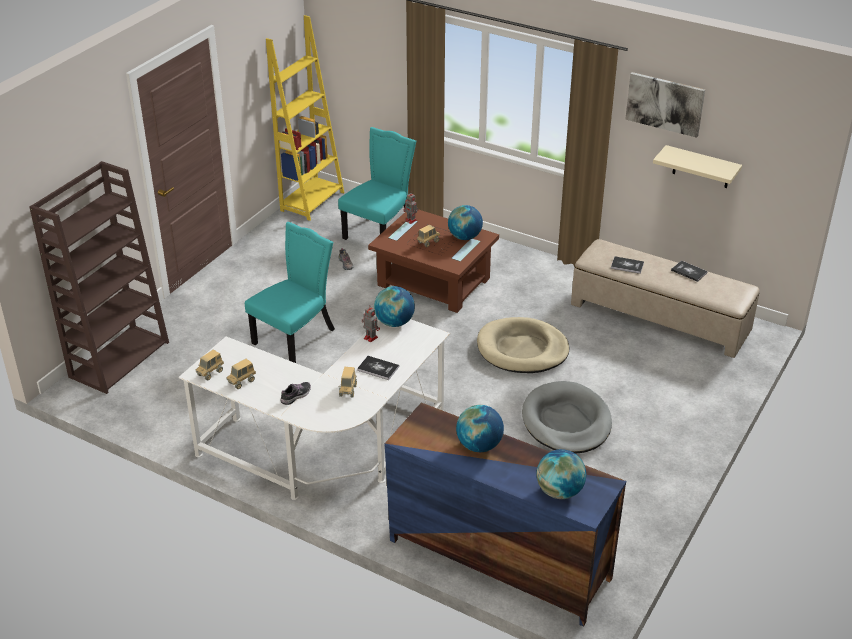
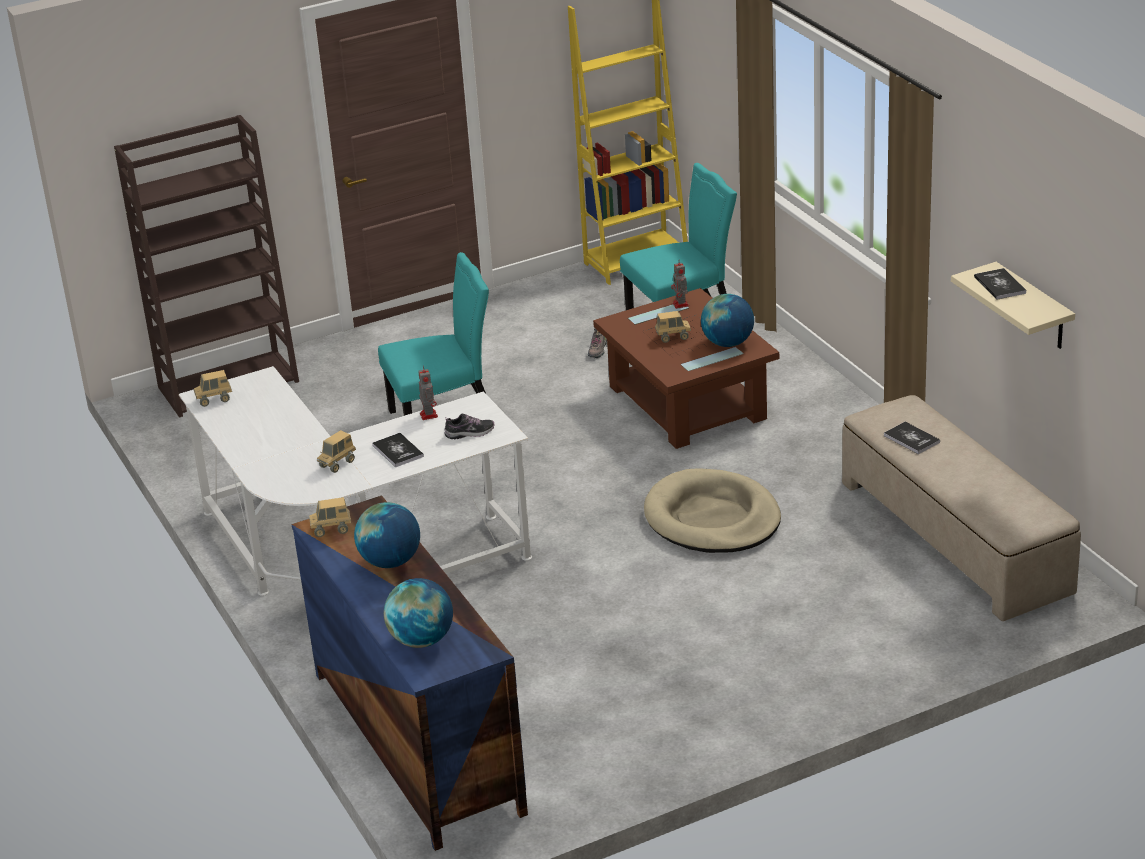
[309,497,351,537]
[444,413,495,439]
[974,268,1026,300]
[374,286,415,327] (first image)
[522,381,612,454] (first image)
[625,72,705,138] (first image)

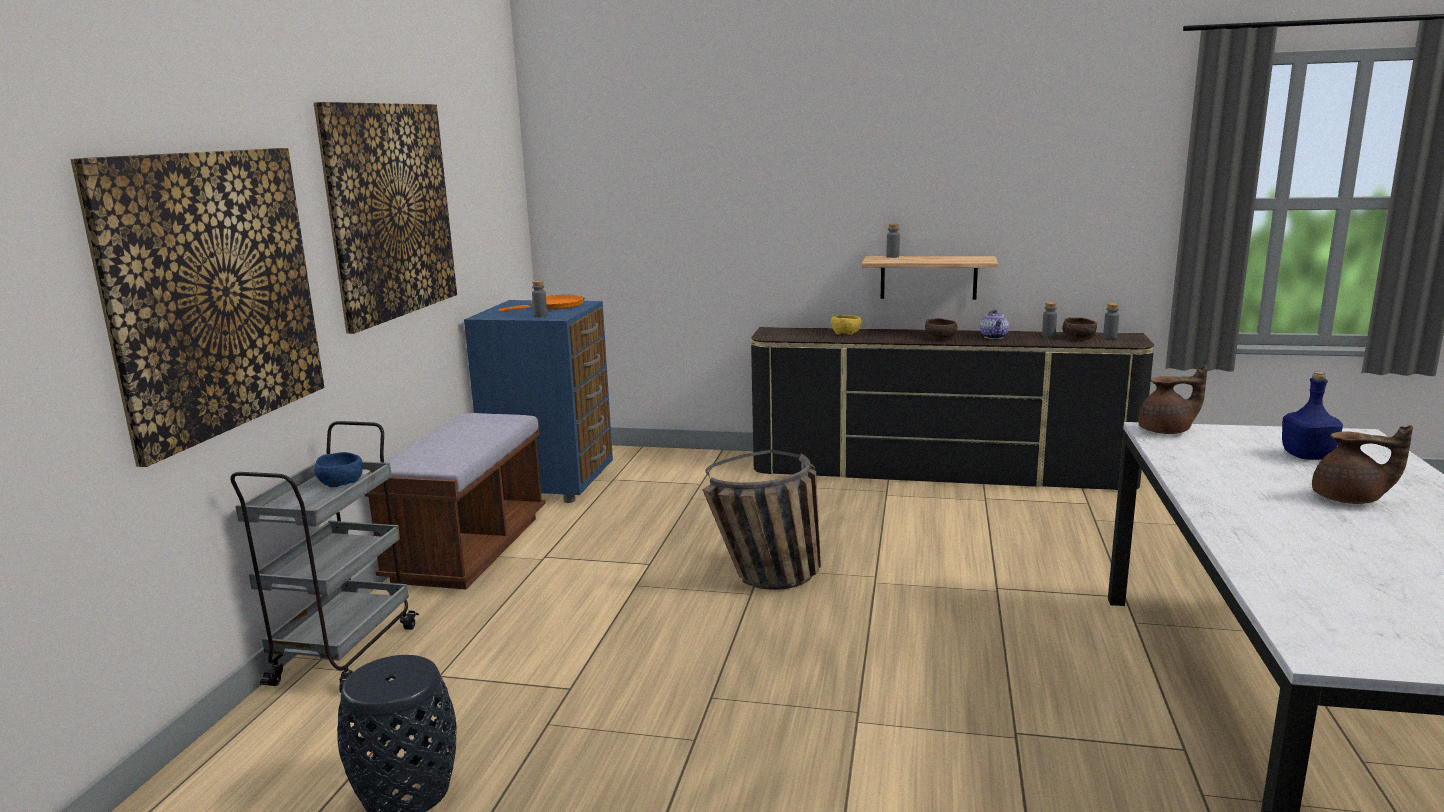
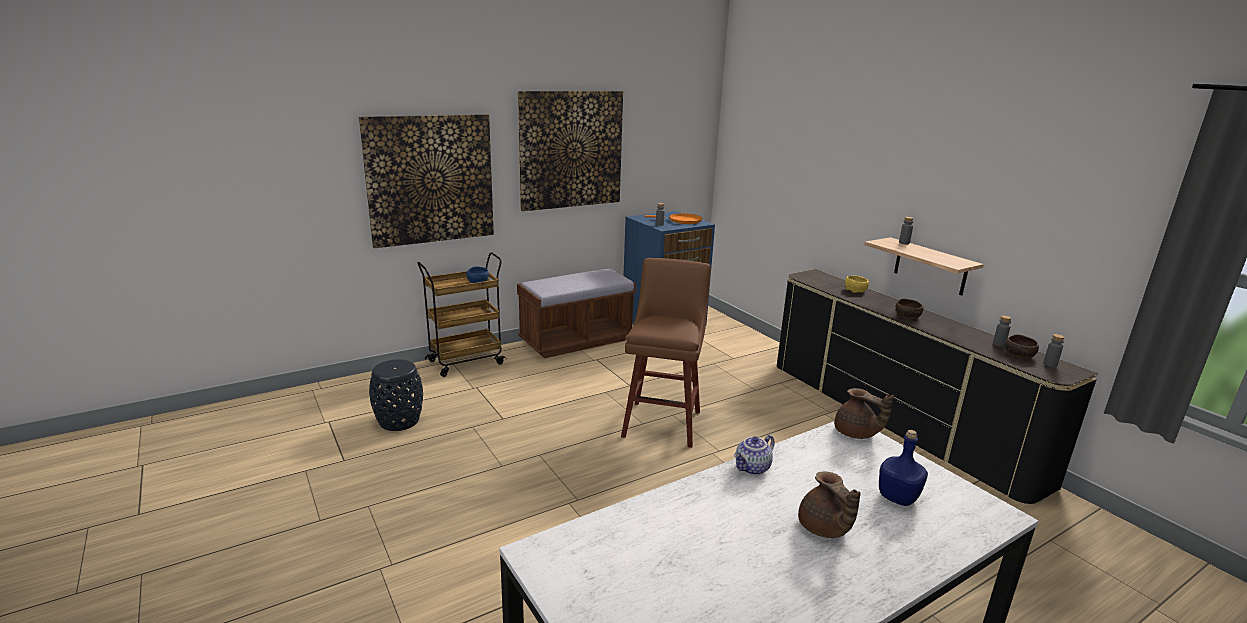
[417,252,505,377]
[621,258,711,448]
[734,435,775,475]

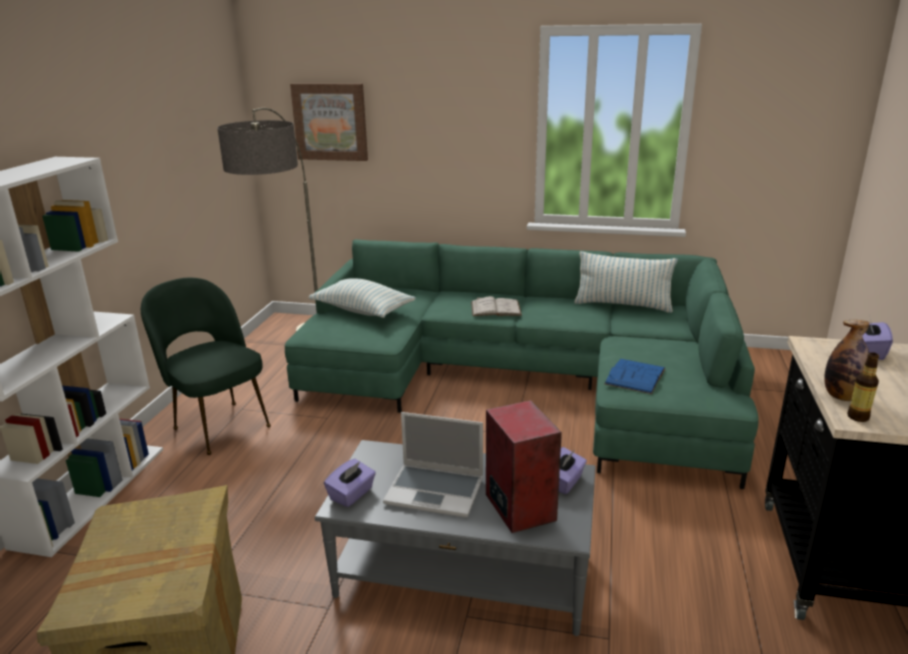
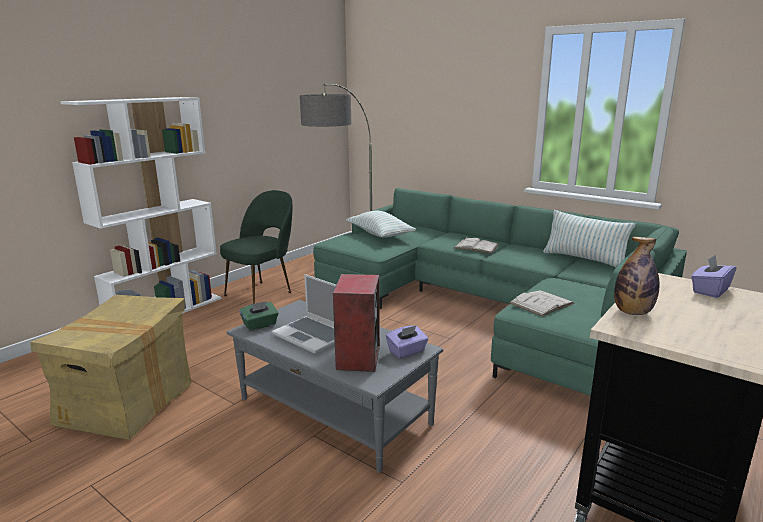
[220,190,292,304]
[239,301,278,331]
[510,290,574,317]
[290,83,368,161] (first image)
[847,352,879,422] (first image)

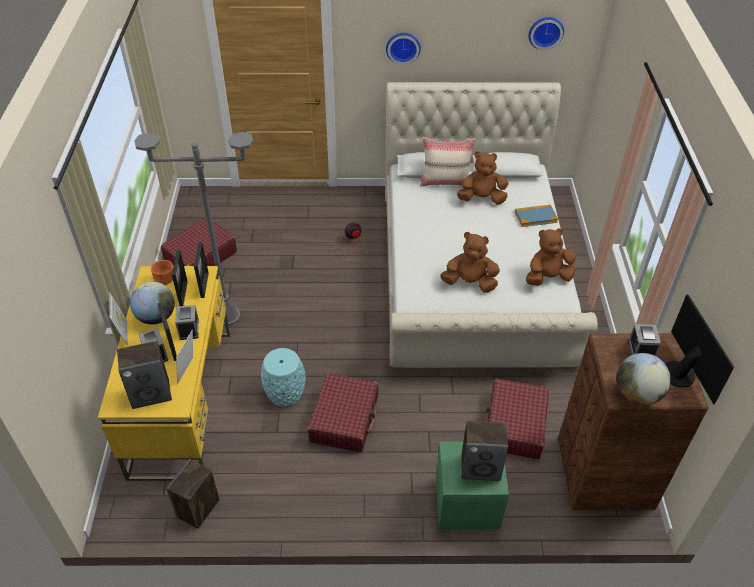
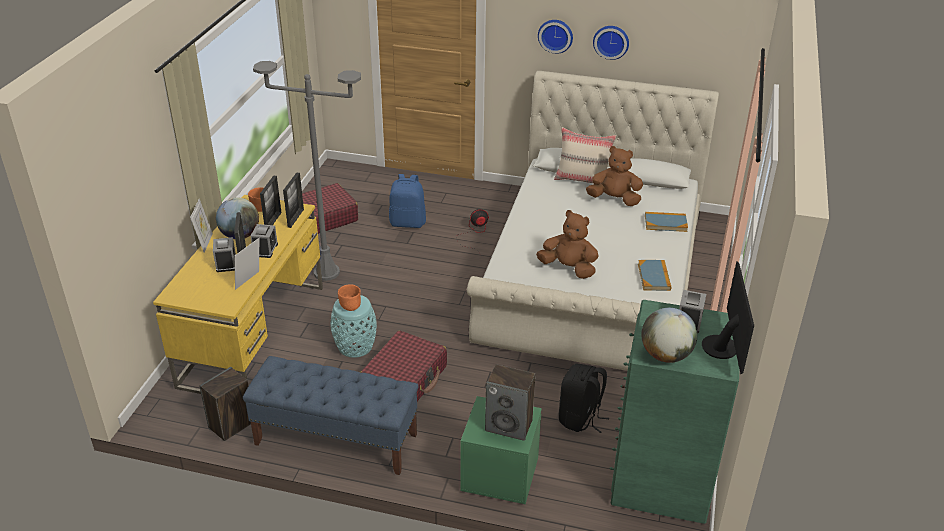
[243,356,418,475]
[338,284,361,311]
[389,174,426,228]
[559,364,609,433]
[593,26,629,60]
[609,300,740,524]
[638,260,671,291]
[117,341,172,409] (first image)

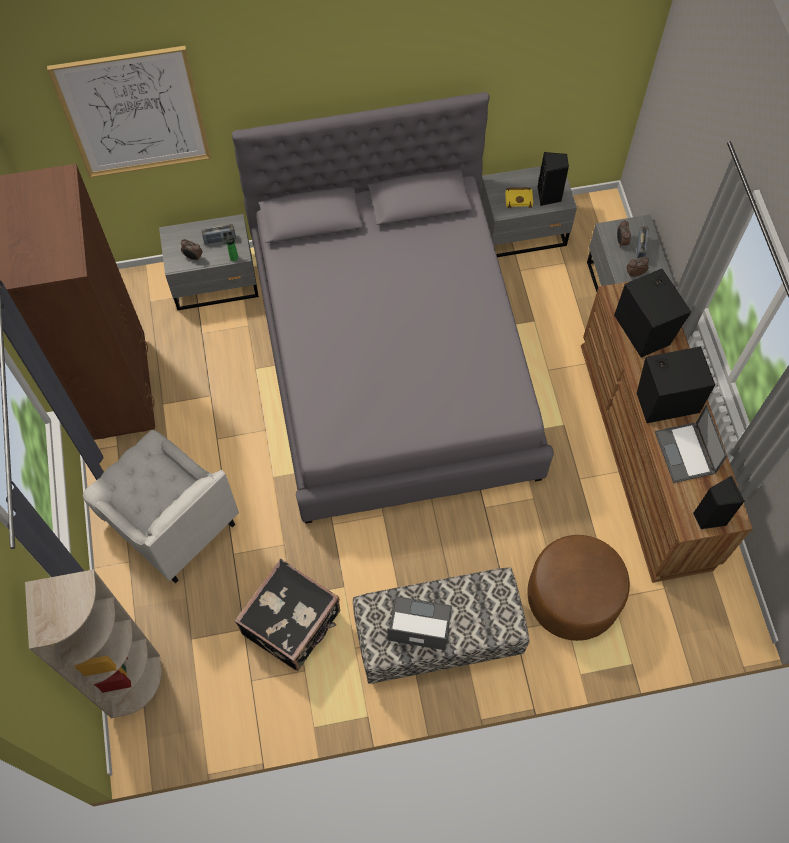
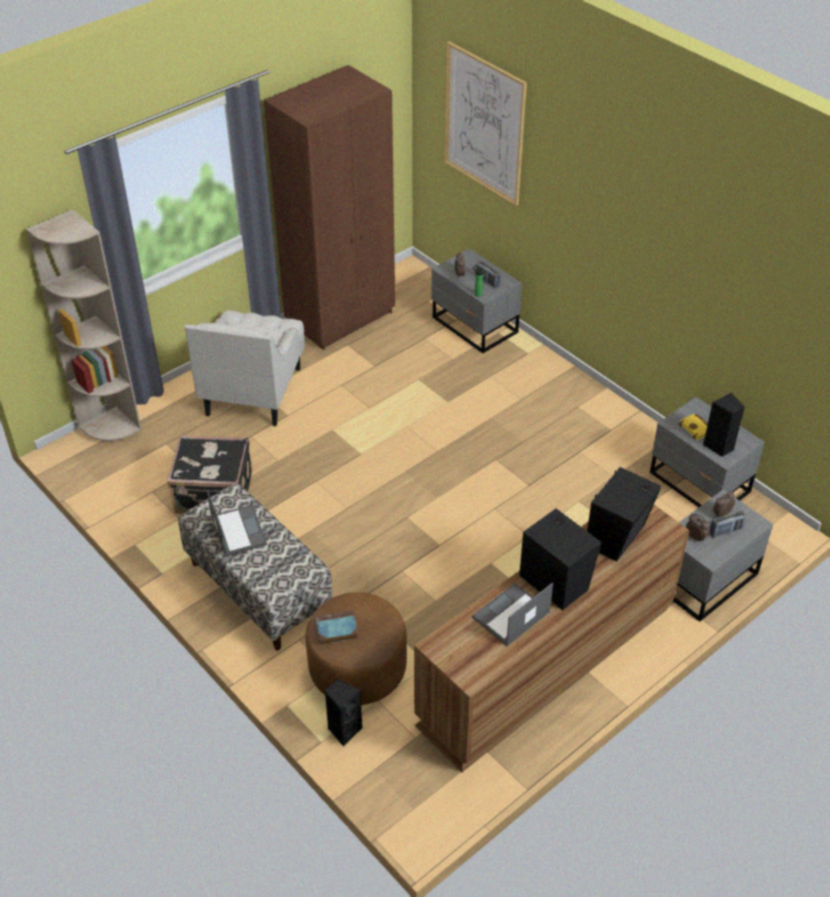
[315,611,358,645]
[325,679,362,747]
[232,92,554,524] (first image)

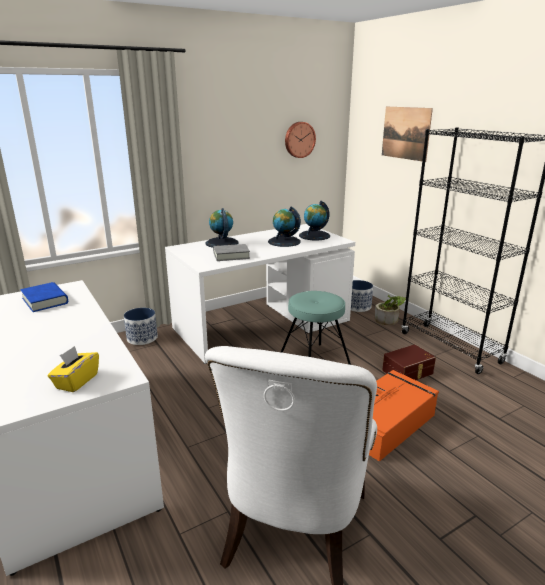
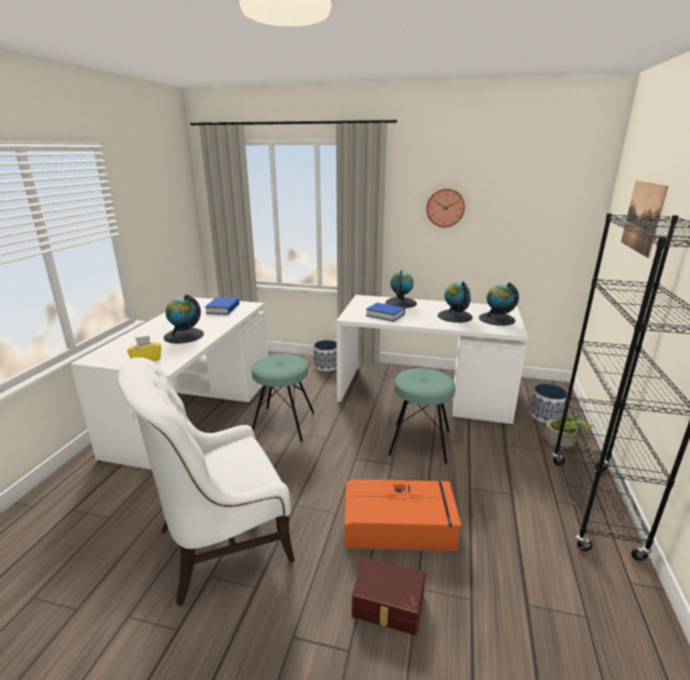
[164,294,204,344]
[252,354,314,442]
[352,557,425,635]
[366,303,405,322]
[427,188,465,228]

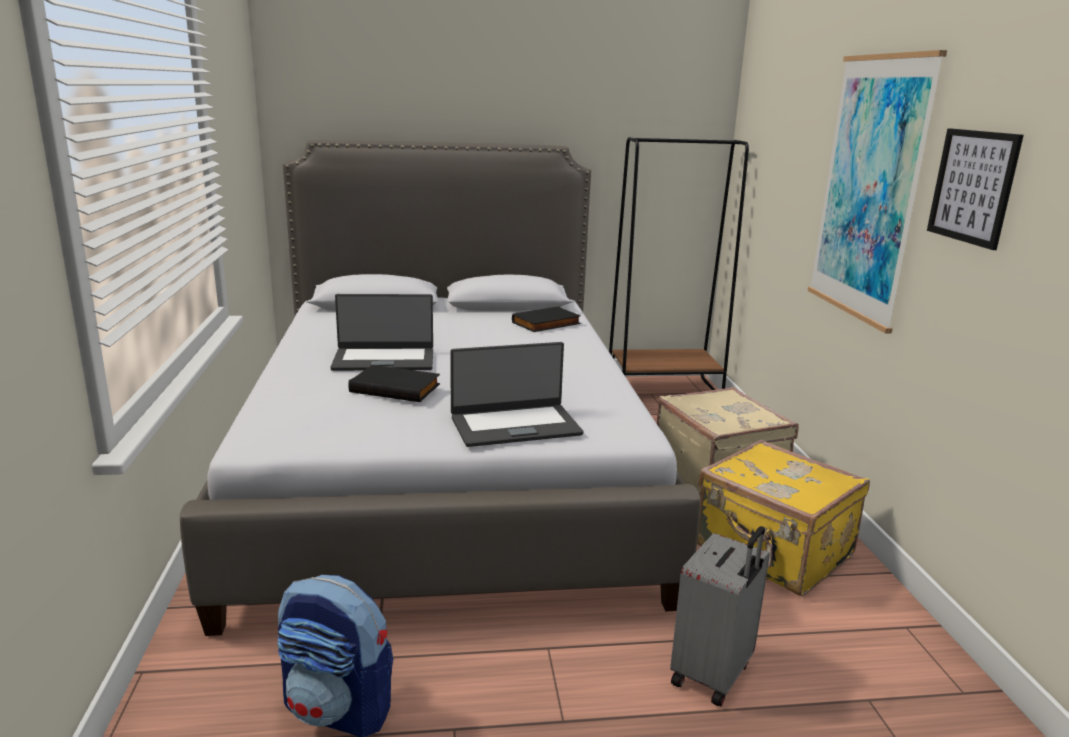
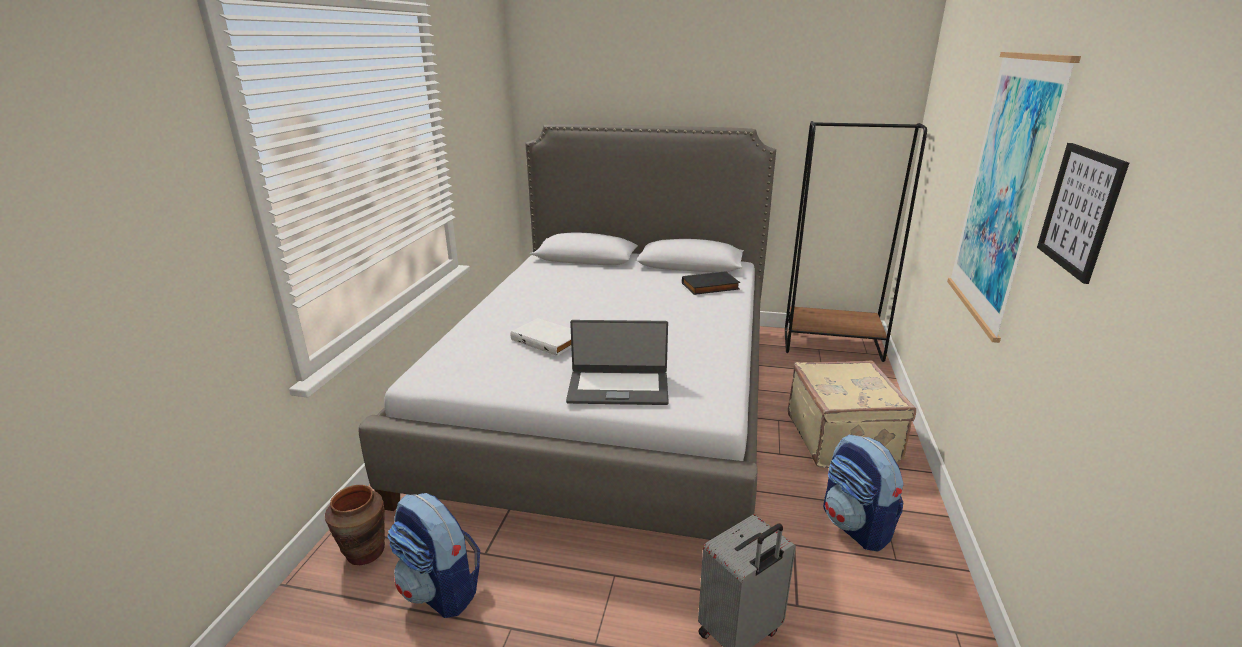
[325,485,385,565]
[510,318,571,356]
[823,434,903,551]
[331,294,433,371] (first image)

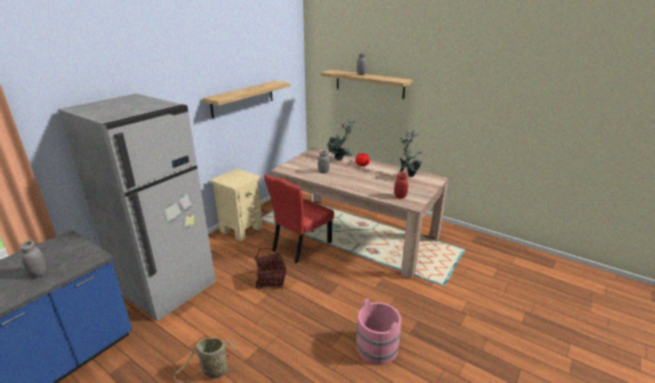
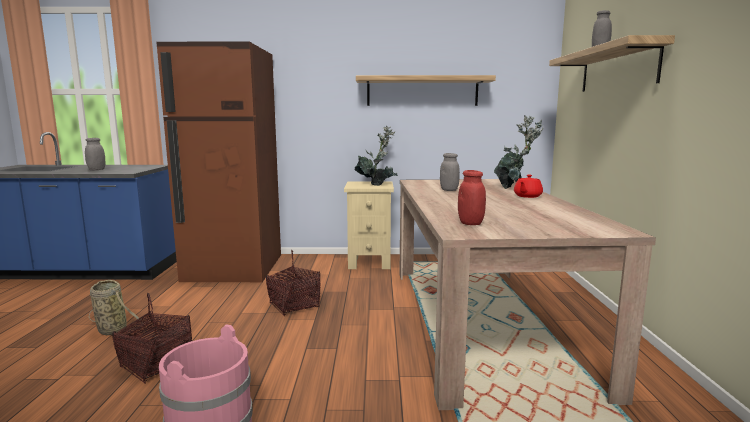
[112,293,192,384]
[156,42,281,282]
[354,126,397,186]
[264,174,334,263] (first image)

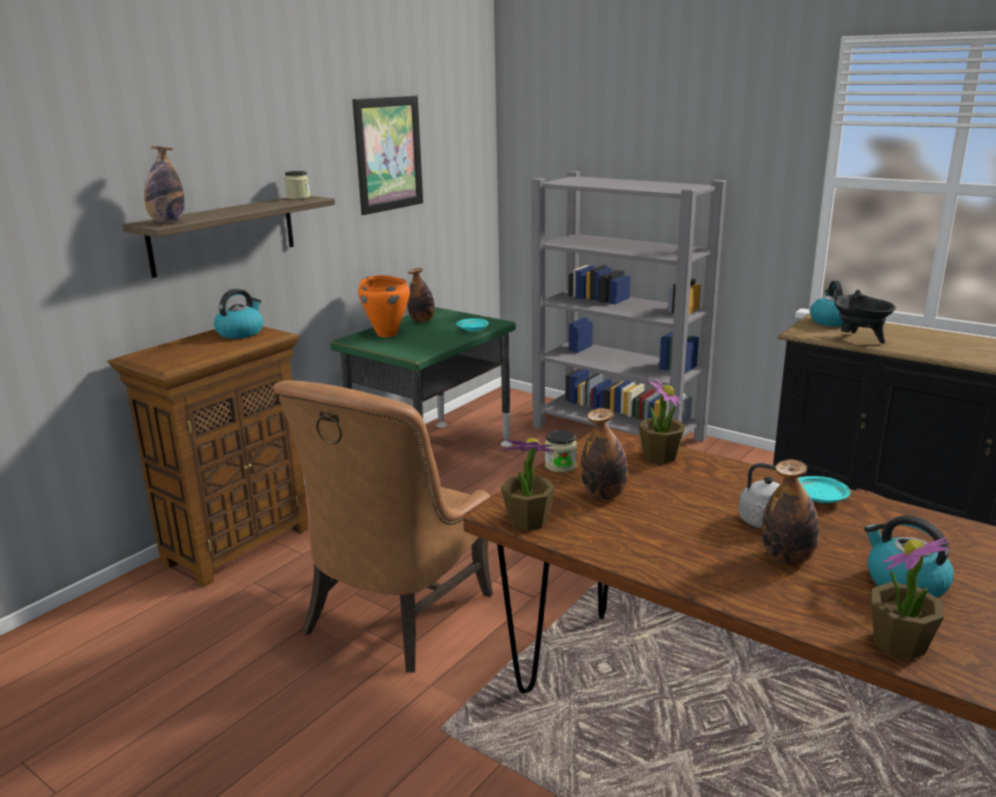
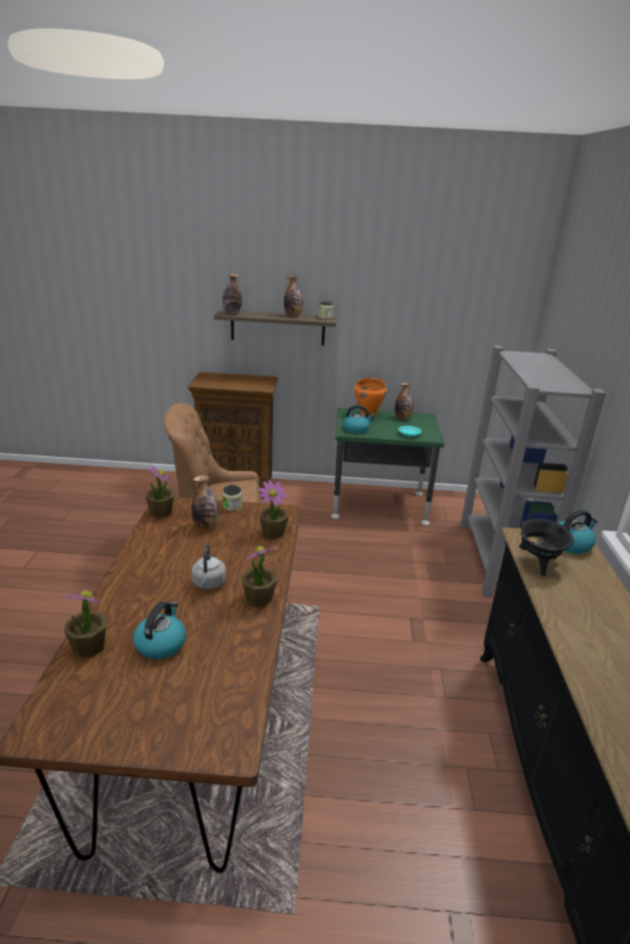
[241,546,277,607]
[284,276,303,316]
[343,405,375,433]
[352,96,423,215] (first image)

